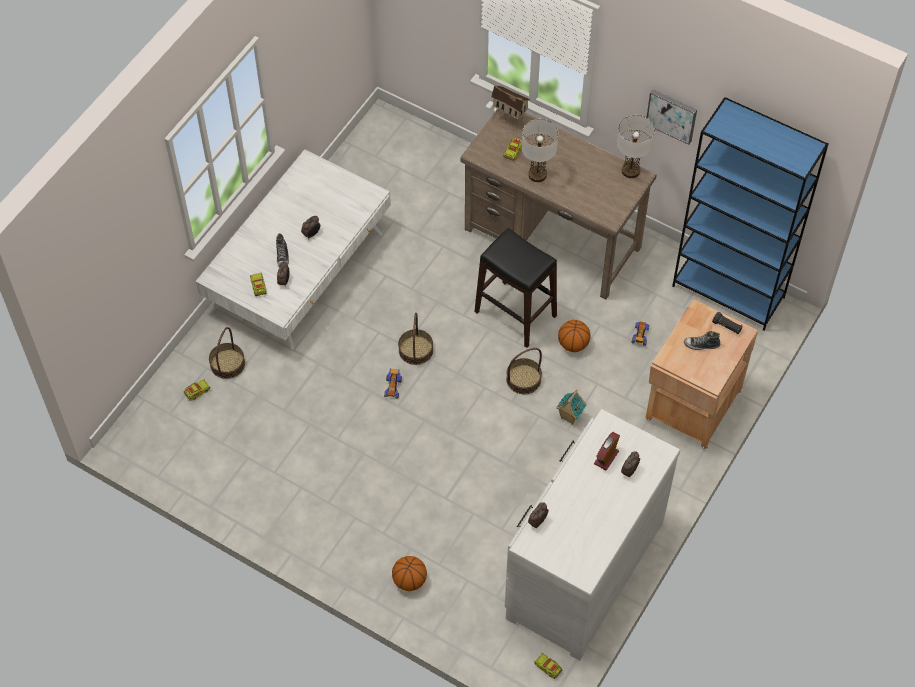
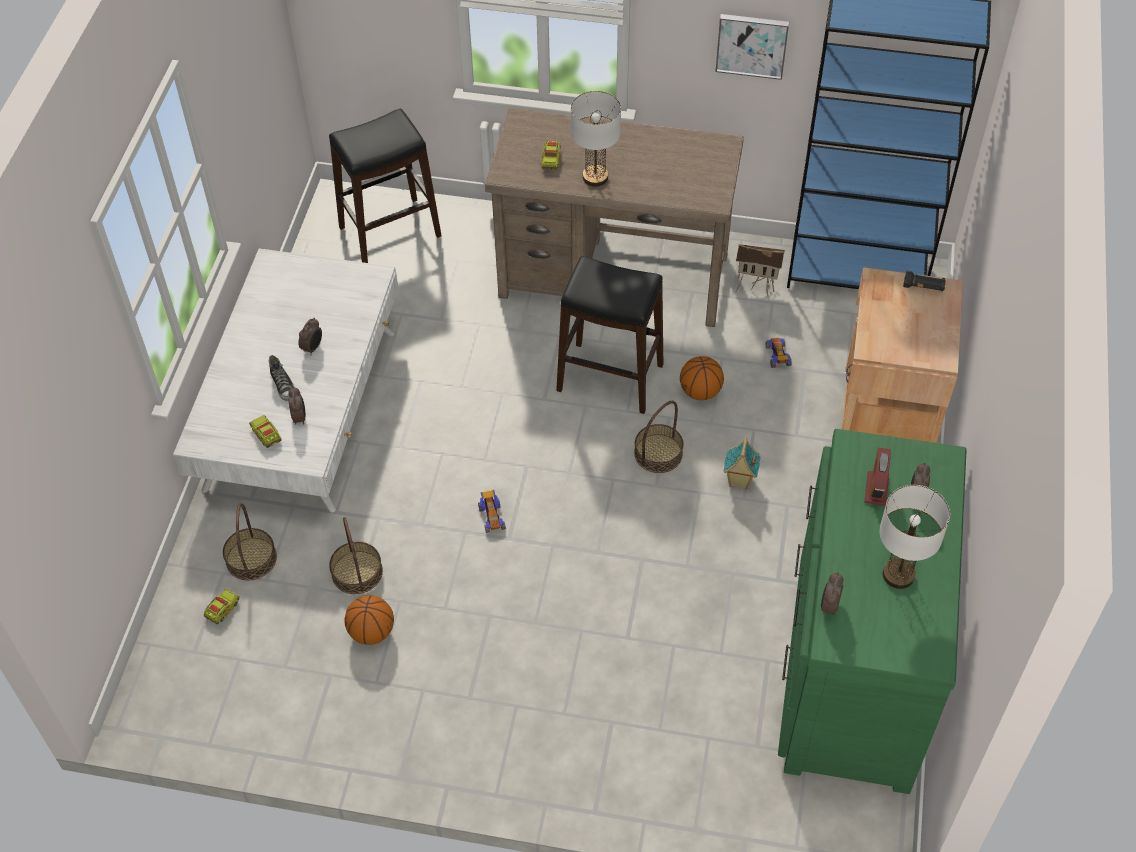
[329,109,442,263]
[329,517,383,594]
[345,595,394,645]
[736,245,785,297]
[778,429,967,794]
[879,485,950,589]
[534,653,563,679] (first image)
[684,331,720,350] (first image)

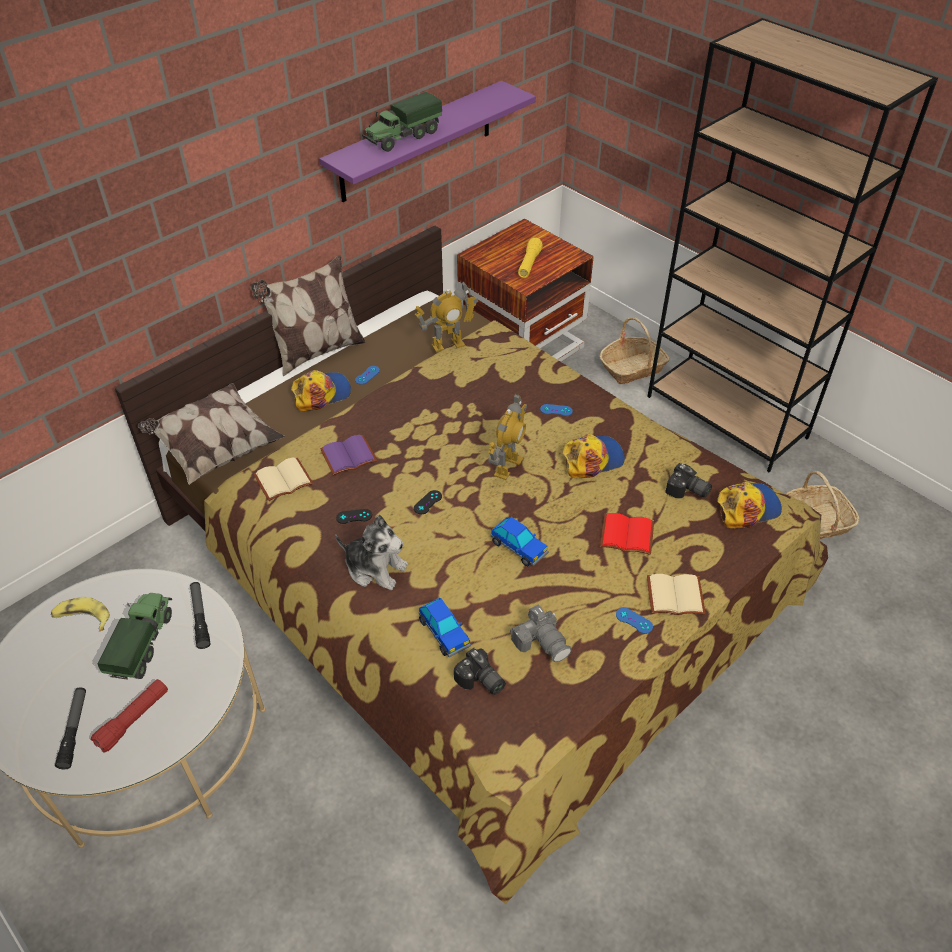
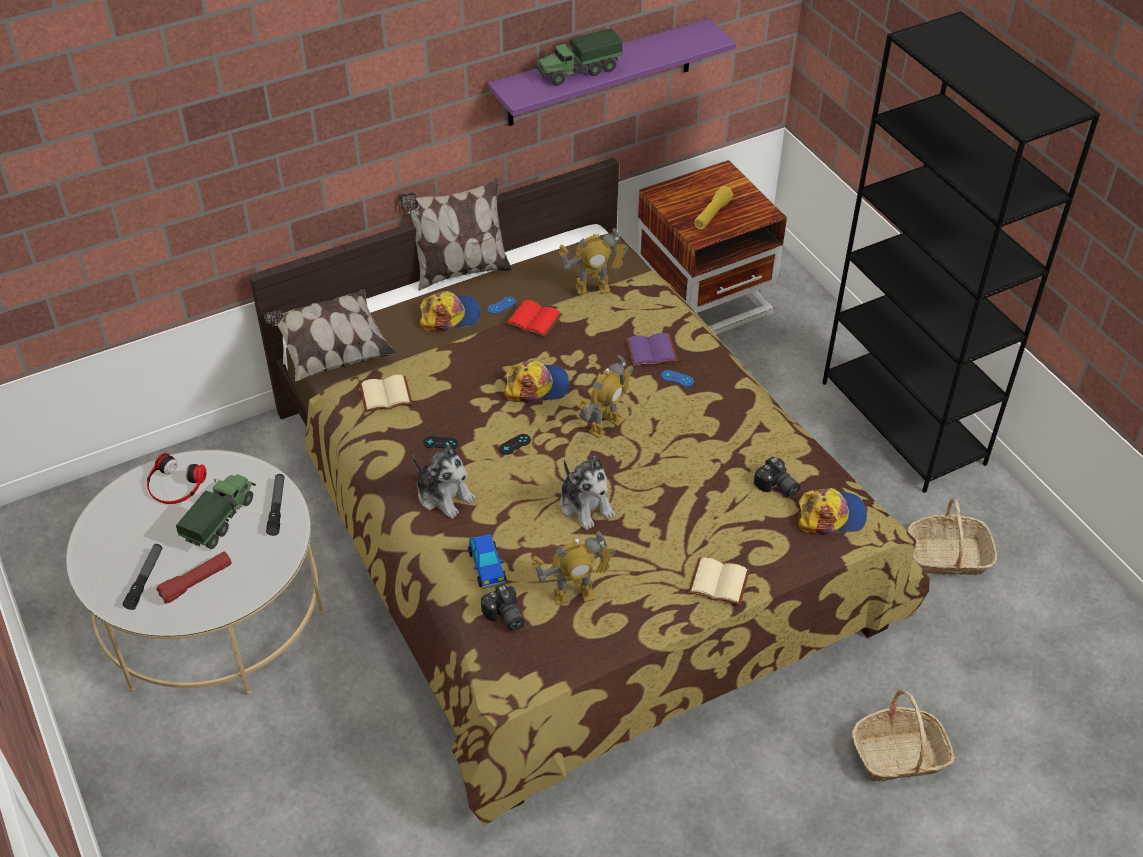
[147,453,206,504]
[504,360,569,403]
[505,300,563,338]
[532,530,616,605]
[560,456,615,530]
[626,333,678,367]
[822,11,1100,493]
[852,689,955,781]
[616,608,653,634] (first image)

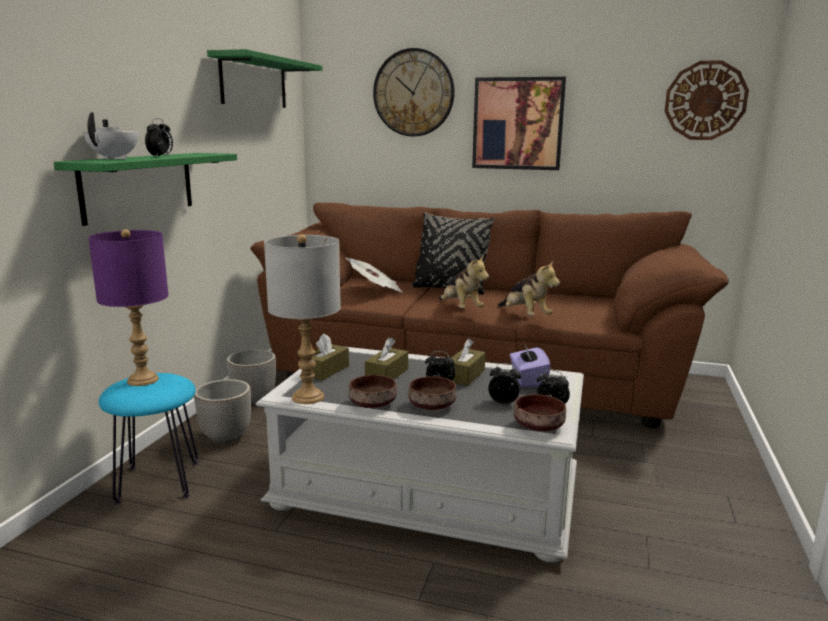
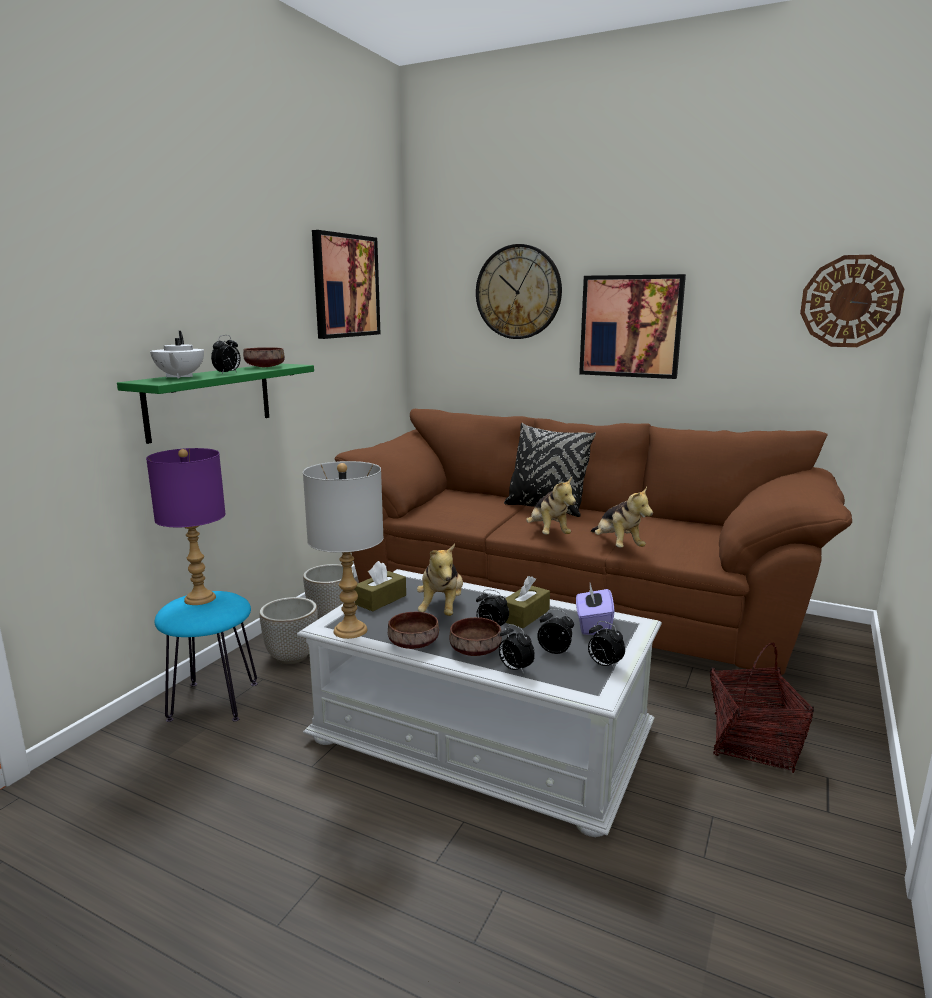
[150,331,204,378]
[243,347,285,367]
[312,230,381,339]
[417,543,463,616]
[498,624,535,674]
[710,643,814,773]
[346,258,404,293] (first image)

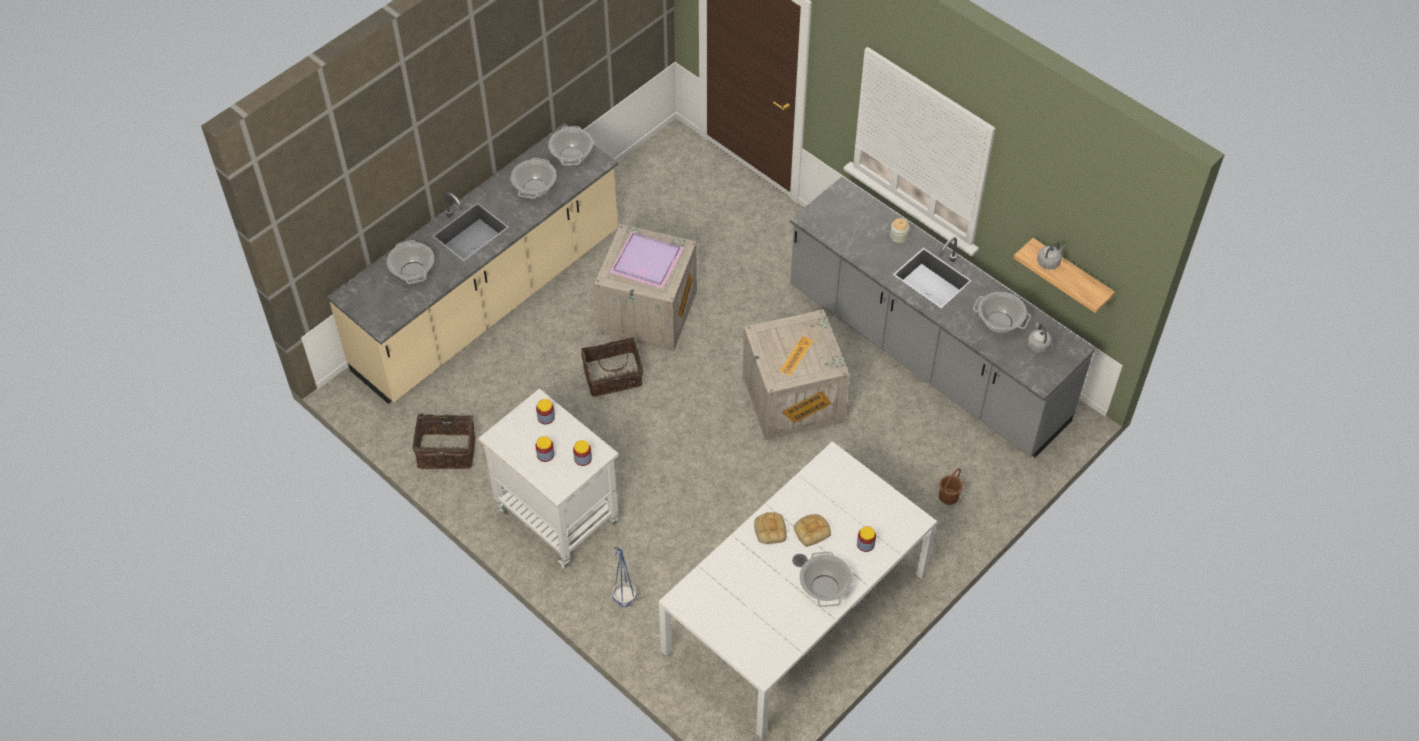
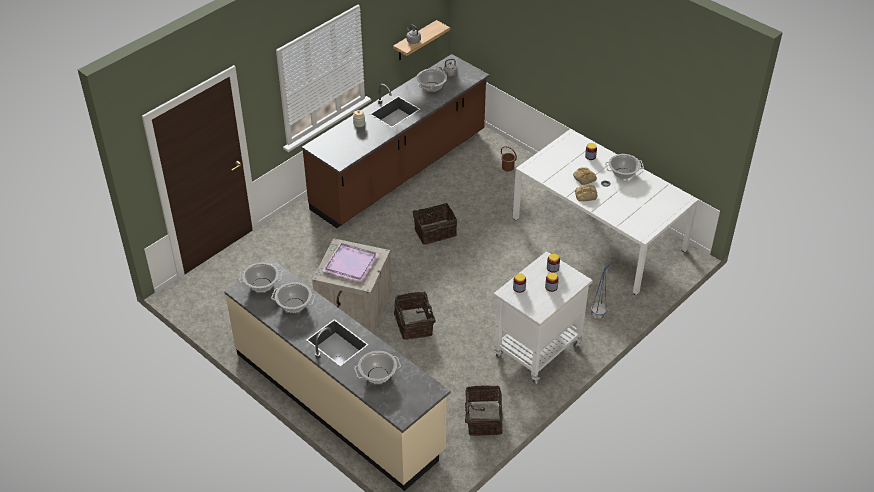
[302,54,489,228]
[413,203,457,245]

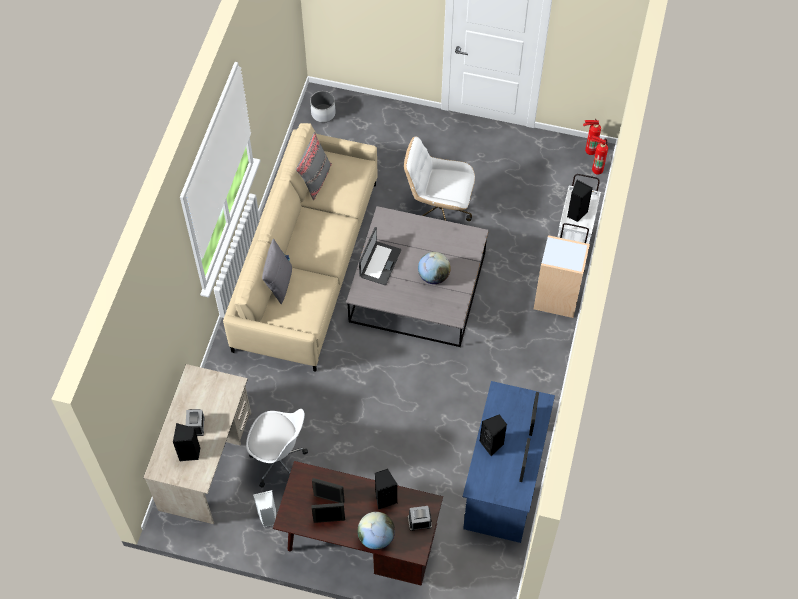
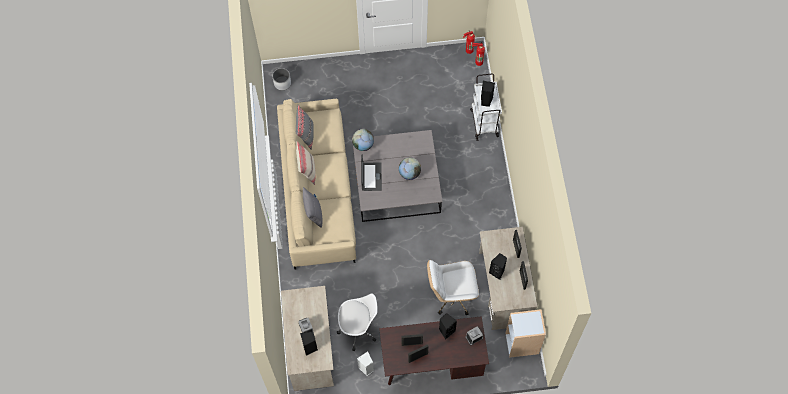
[296,141,316,185]
[352,129,374,151]
[427,260,479,315]
[479,227,538,330]
[505,309,546,358]

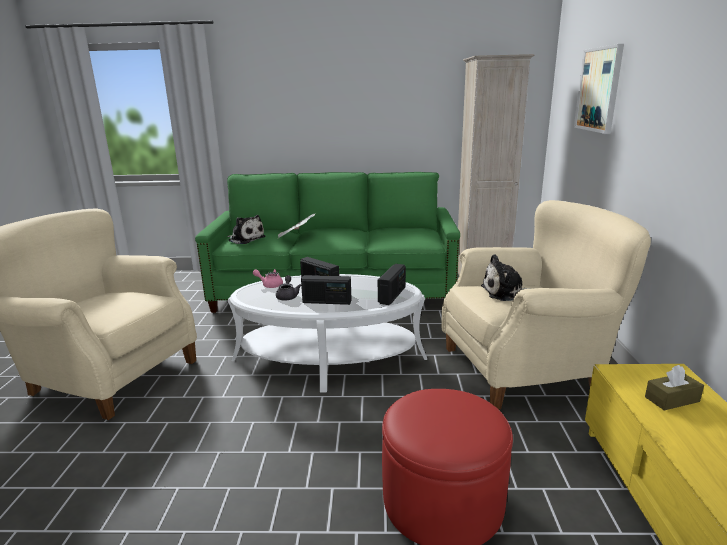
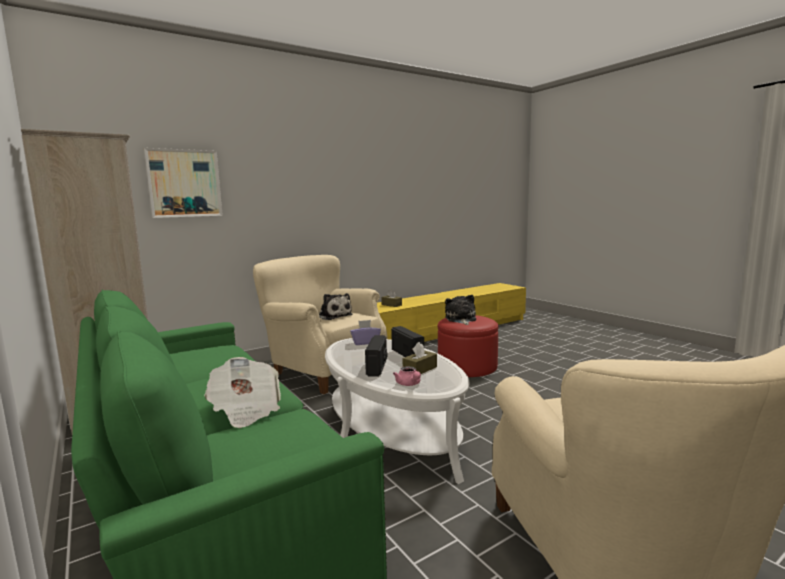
[350,320,381,345]
[403,342,437,374]
[445,295,476,325]

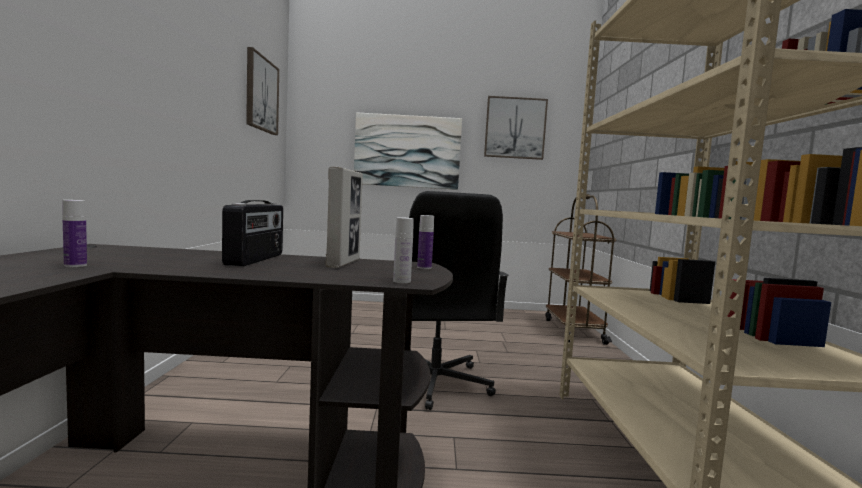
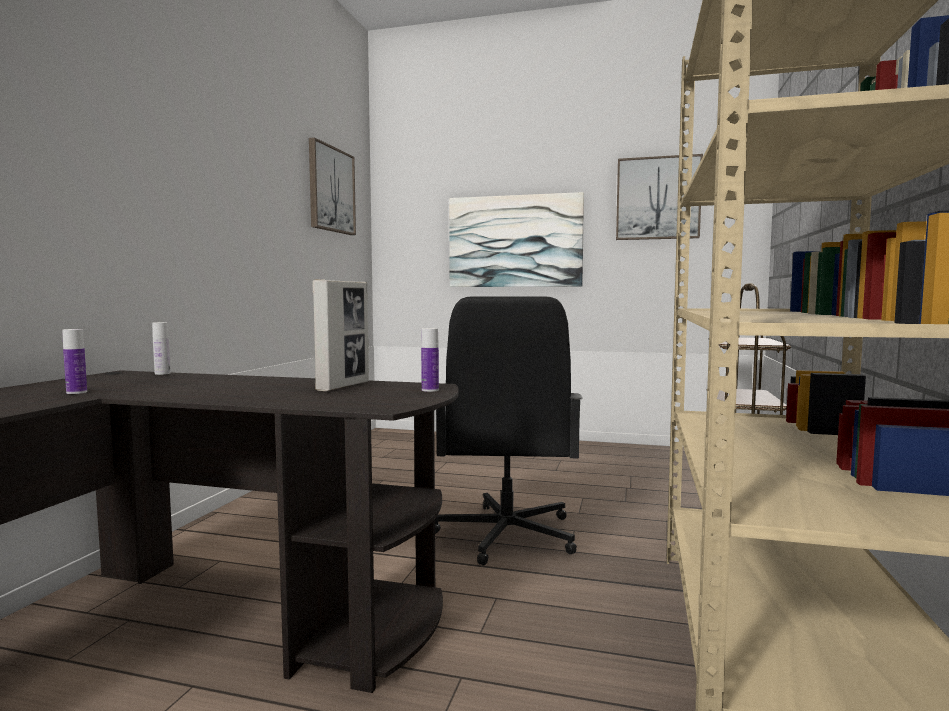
[152,322,171,375]
[222,200,283,266] (first image)

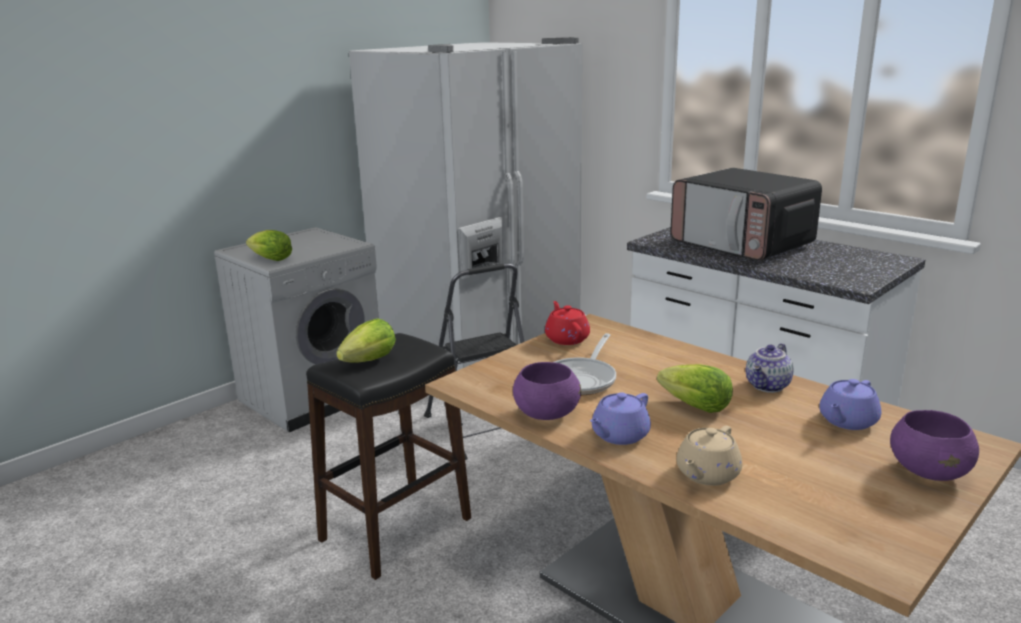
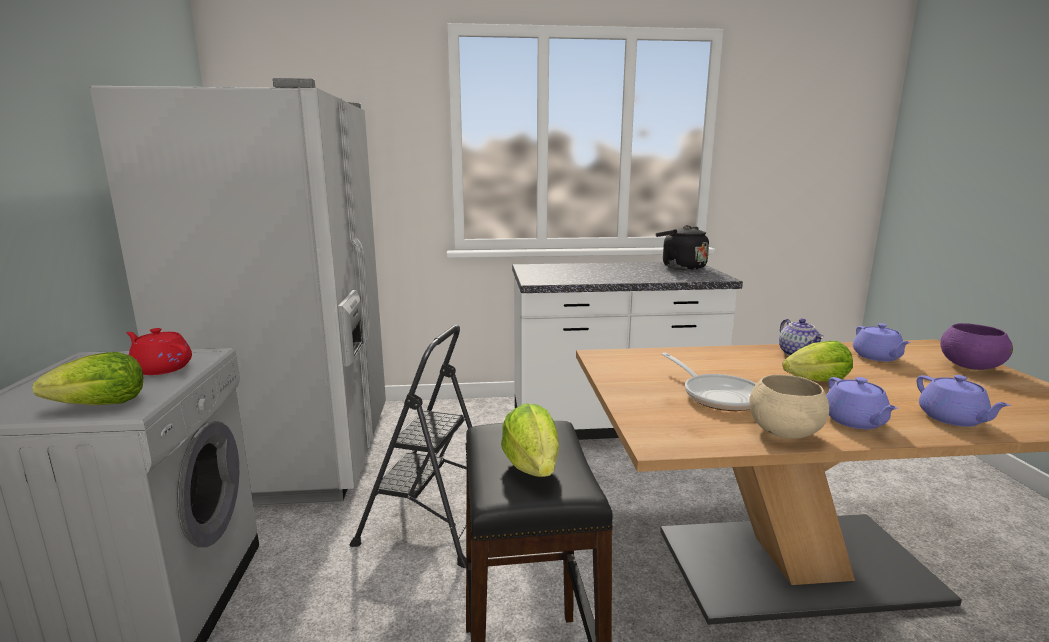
[126,328,192,375]
[656,225,709,270]
[749,374,829,439]
[917,375,1011,427]
[670,168,822,261] (first image)

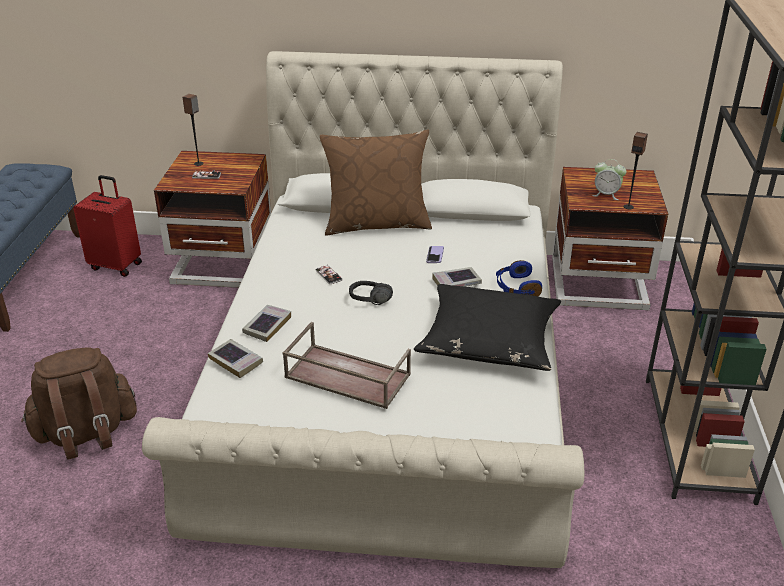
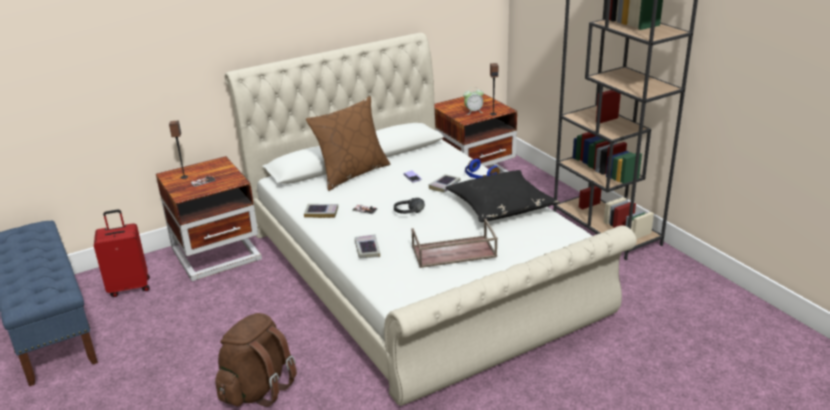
[304,204,338,218]

